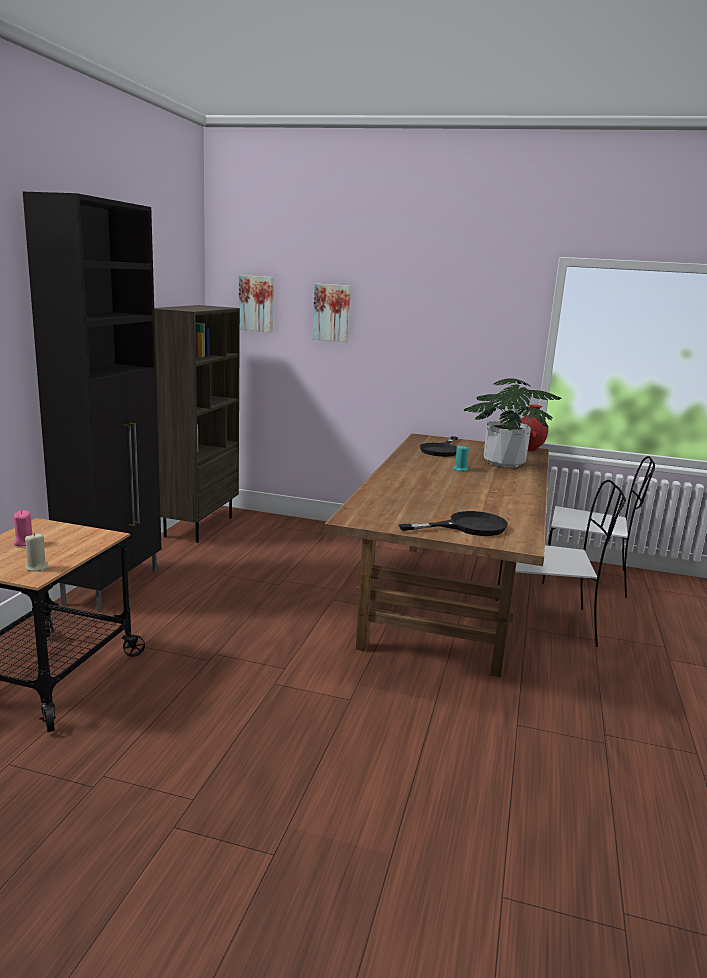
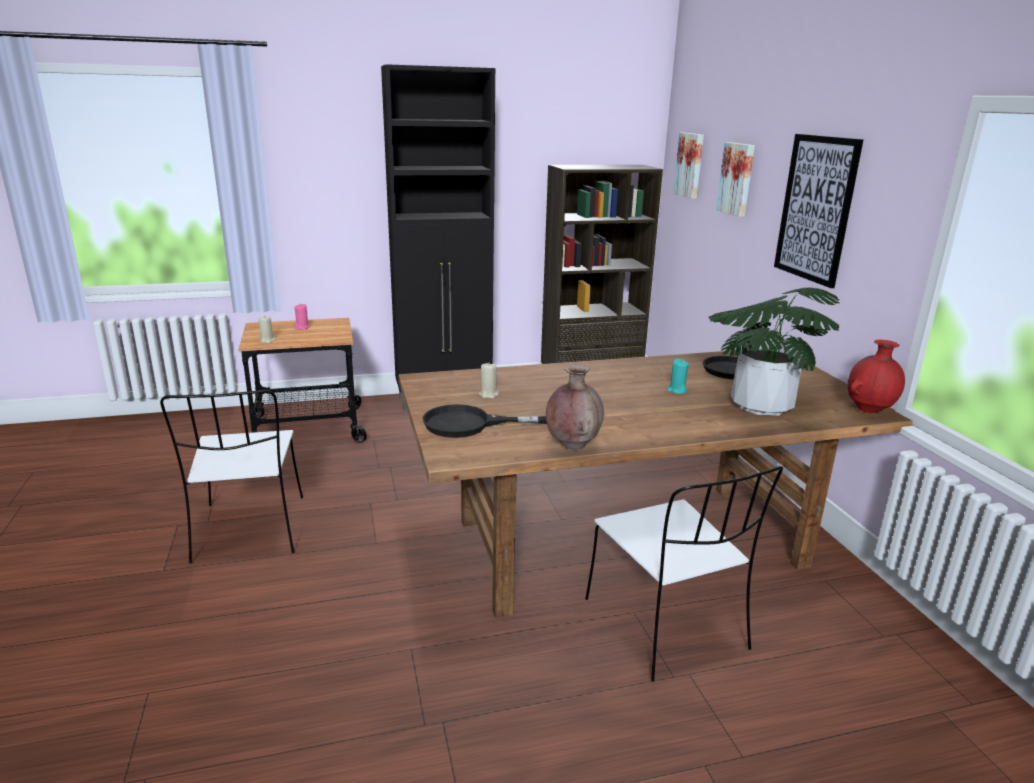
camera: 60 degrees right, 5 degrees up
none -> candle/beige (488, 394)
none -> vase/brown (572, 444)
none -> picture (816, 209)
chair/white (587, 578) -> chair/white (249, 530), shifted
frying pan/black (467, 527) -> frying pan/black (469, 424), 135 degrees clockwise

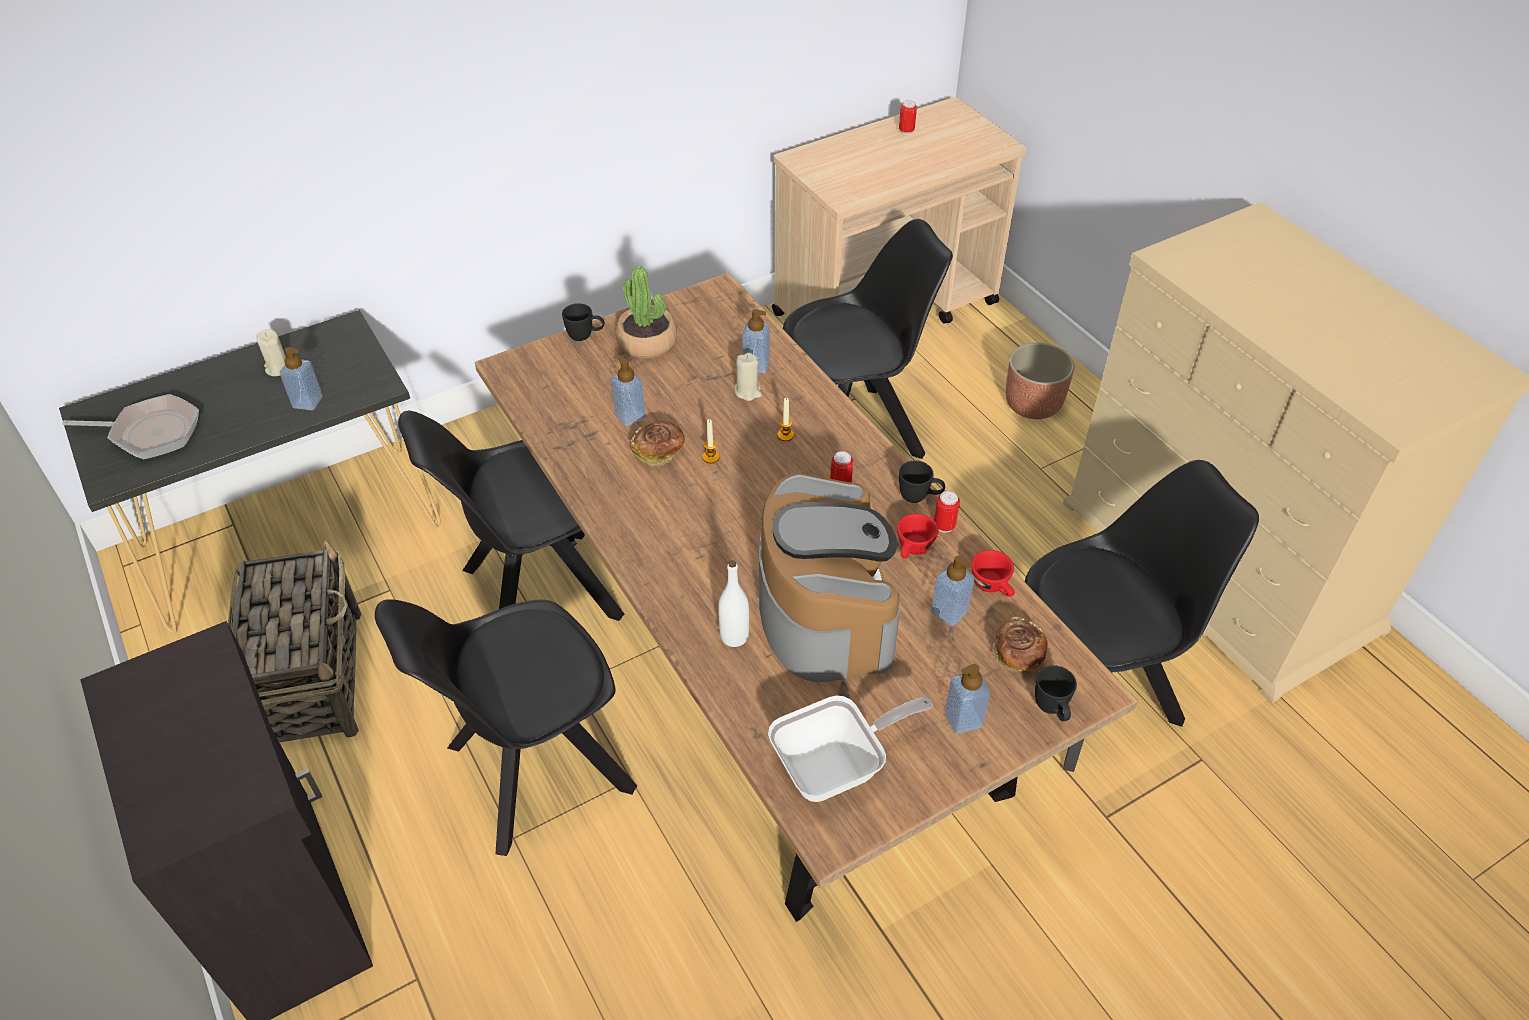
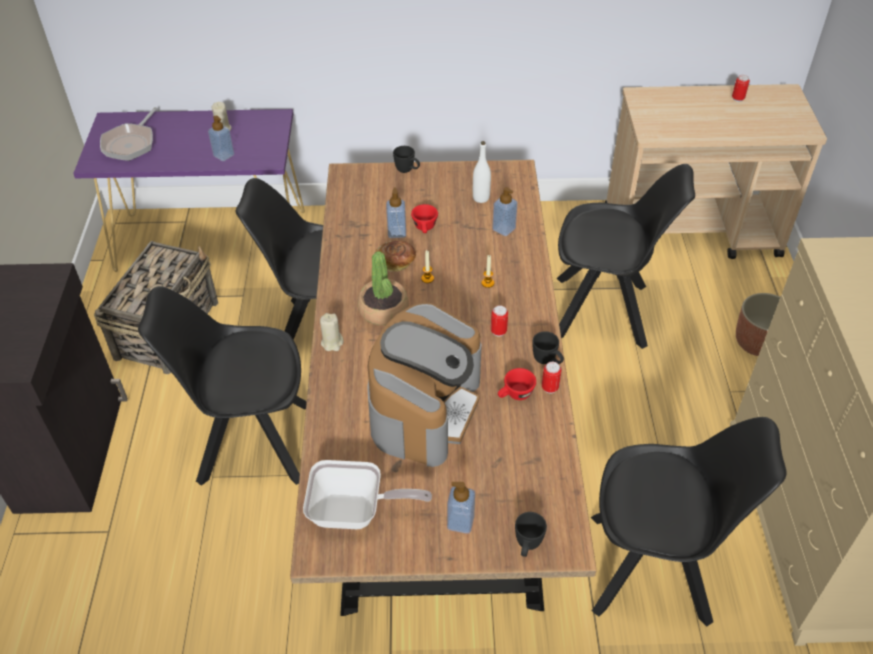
camera: 30 degrees right, 0 degrees up
soap dispenser (949, 612) -> none
bread (1017, 656) -> none
potted plant (647, 342) -> potted plant (383, 310), shifted
bottle/white (734, 636) -> bottle/white (481, 198), shifted
candle/beige (748, 391) -> candle/beige (332, 343), shifted
cup/red (993, 586) -> cup/red (425, 228), shifted
console table/black (293, 535) -> console table/purple (213, 240)
frying pan (150, 433) -> frying pan (131, 143), 75 degrees clockwise

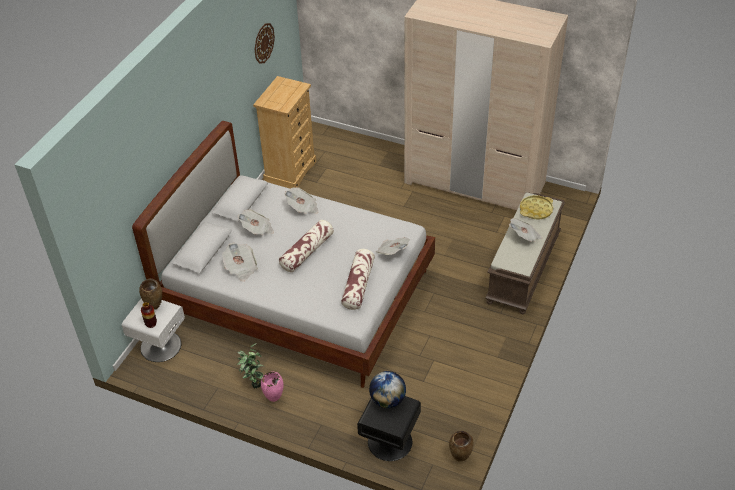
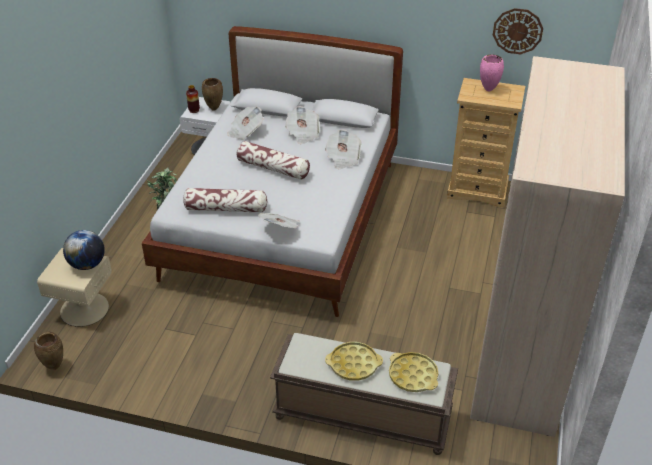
camera: 80 degrees right, 5 degrees down
vase/pink (274, 399) -> vase/pink (488, 90), shifted
newspaper (525, 237) -> tray/yellow (353, 364)
nightstand/black (389, 442) -> nightstand/beige (84, 309)

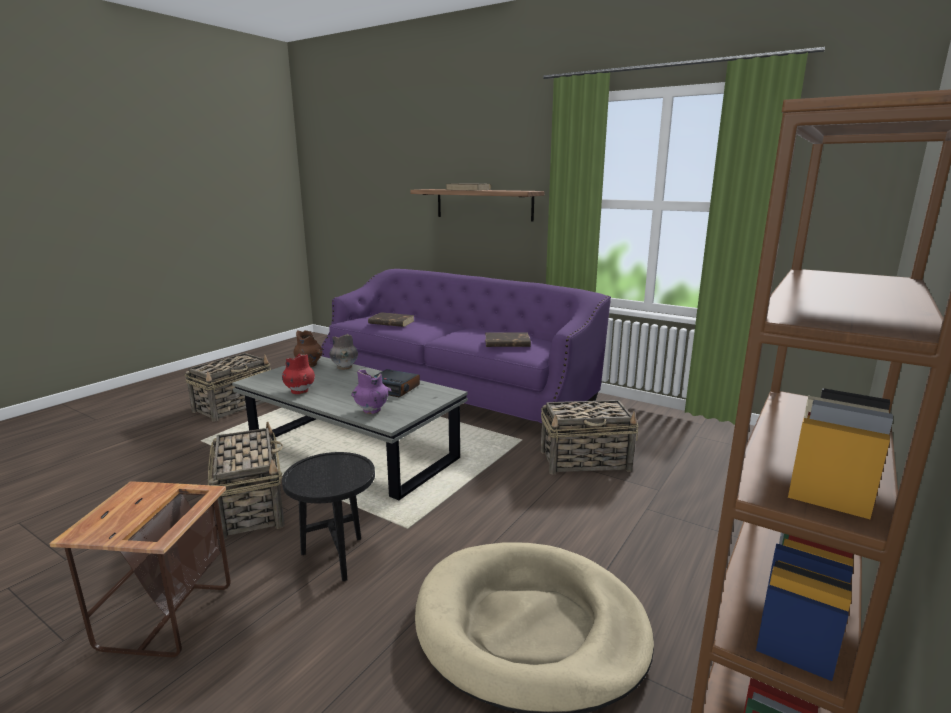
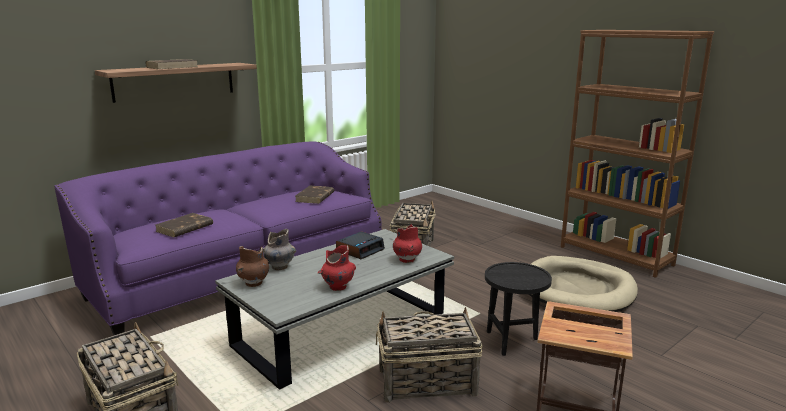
camera: 75 degrees left, 0 degrees up
vase/purple (372, 410) -> vase/red (407, 259)

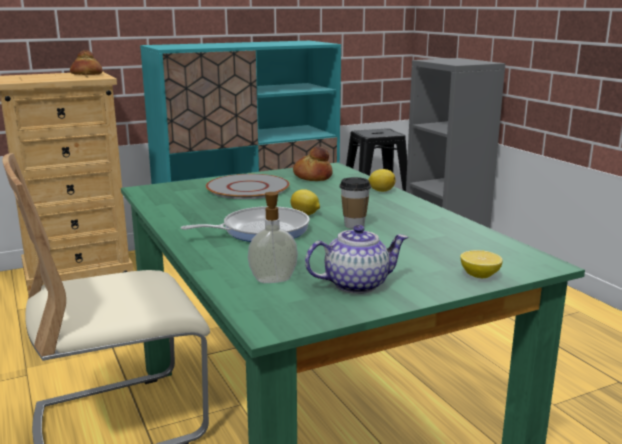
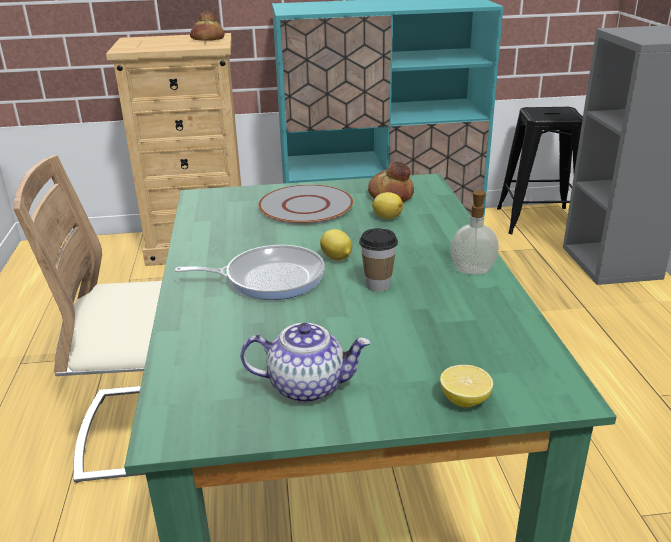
camera: 20 degrees right, 10 degrees up
soap dispenser (273, 279) -> soap dispenser (472, 270), shifted
lemon (381, 191) -> lemon (386, 217), shifted

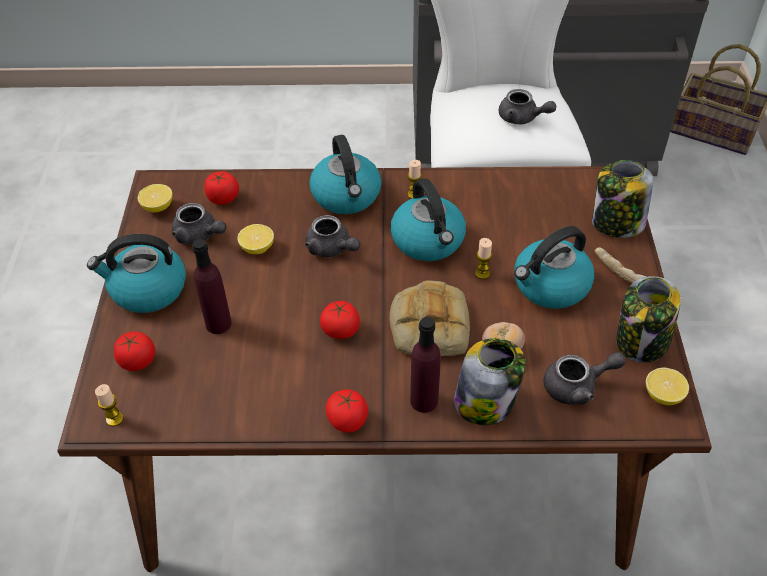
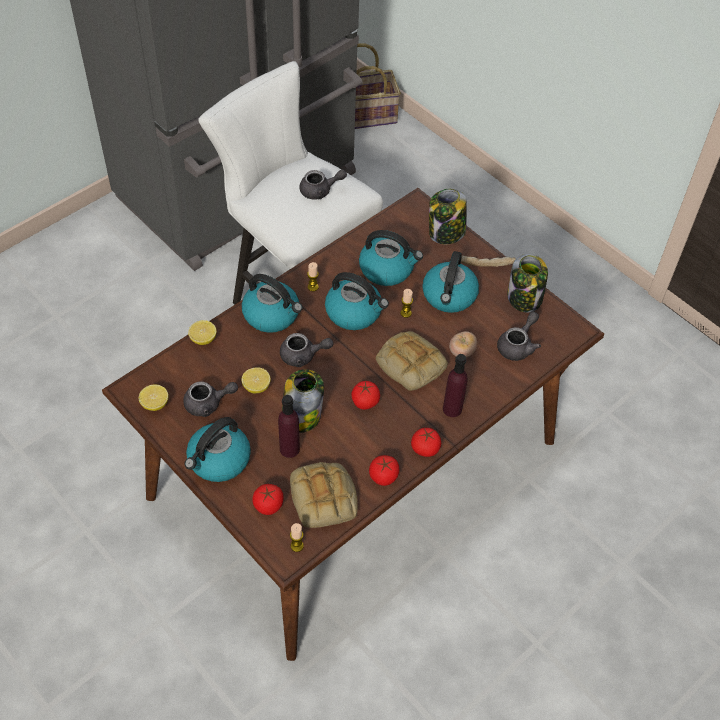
camera: 45 degrees left, 5 degrees up
none -> bread (324, 499)
none -> kettle (387, 269)
tomato (223, 198) -> tomato (383, 476), shifted
jar (485, 402) -> jar (302, 415), shifted
lemon (663, 395) -> lemon (203, 339), shifted

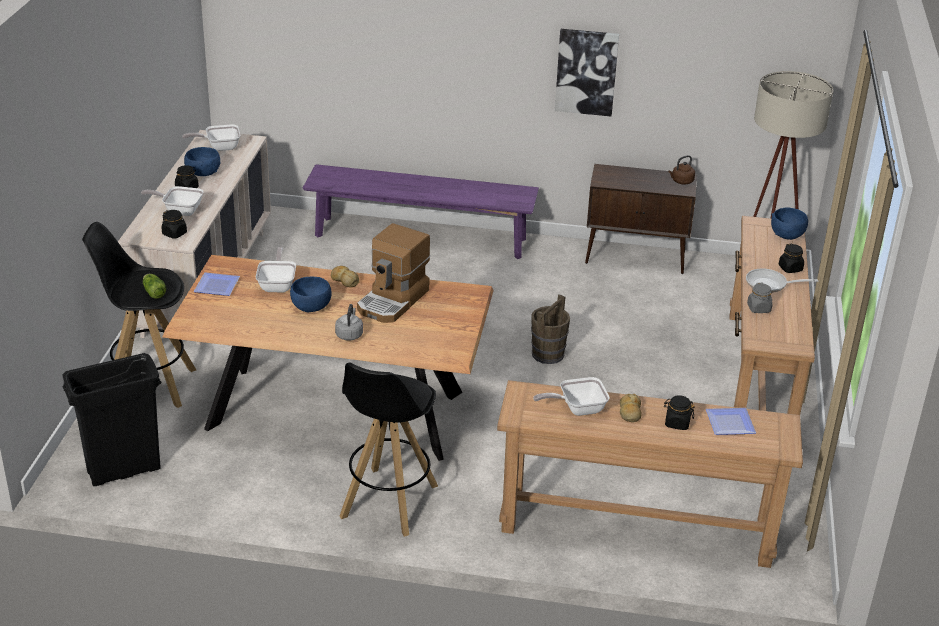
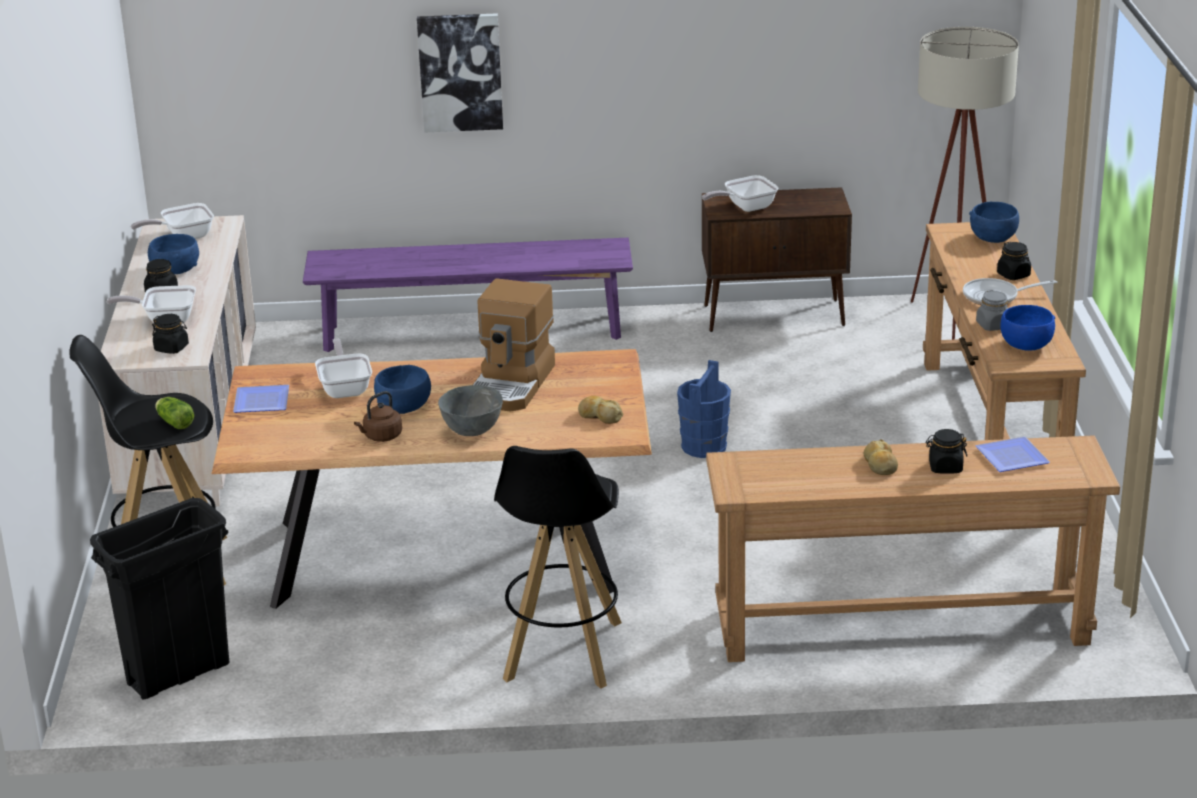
camera: 10 degrees left, 5 degrees down
none -> bowl/blue (1026, 345)
bread (344, 280) -> bread (600, 416), shifted
frying pan (577, 409) -> frying pan (745, 207), shifted
picture (586, 71) -> picture (460, 72), shifted
kettle/brown (681, 181) -> kettle/brown (381, 437), shifted
kettle/grey (349, 334) -> bowl/grey (471, 431)
bucket/brown (548, 354) -> bucket/blue (704, 446)

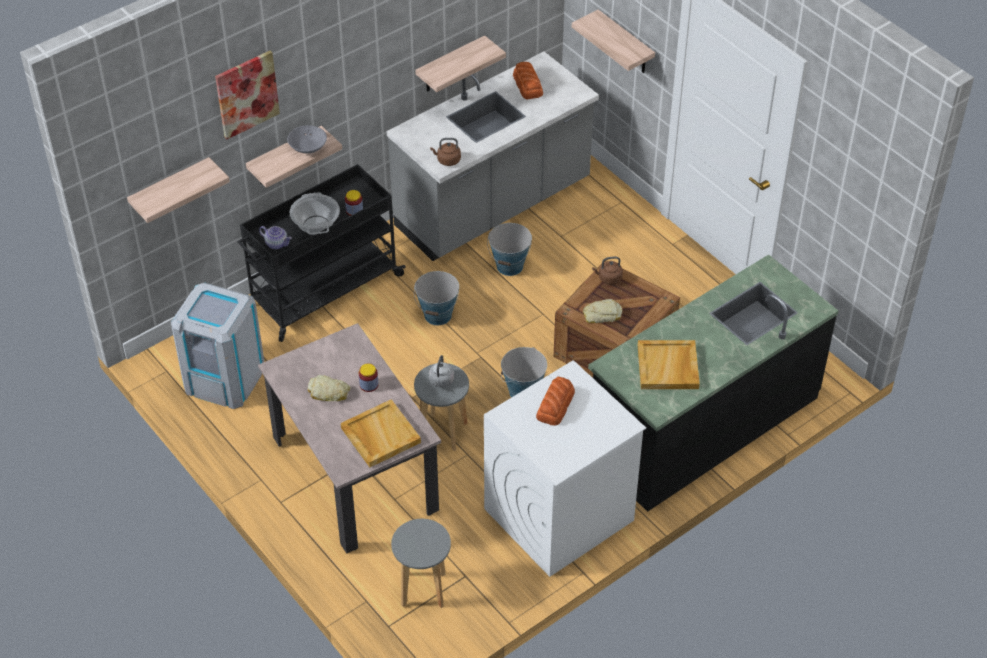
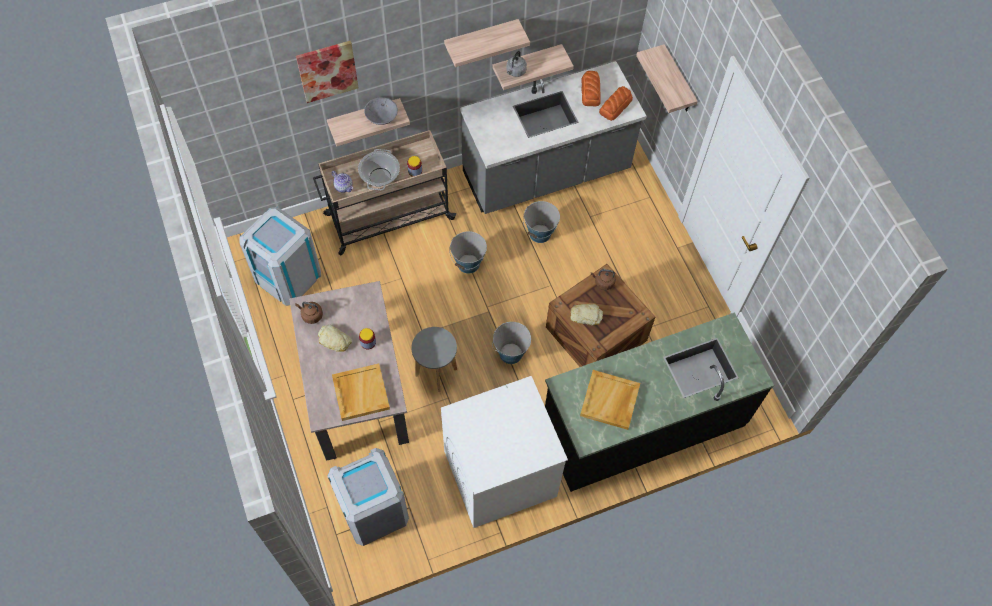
camera: 15 degrees right, 15 degrees up
shelf (170, 190) -> shelf (481, 39), shifted
kettle/grey (441, 381) -> kettle/grey (515, 71), shifted
kettle/brown (447, 160) -> kettle/brown (311, 315), shifted
bread (556, 405) -> bread (616, 106), shifted
stool/grey (423, 590) -> trash can/grey (373, 510)
cart/black (323, 291) -> cart/beige (387, 217)

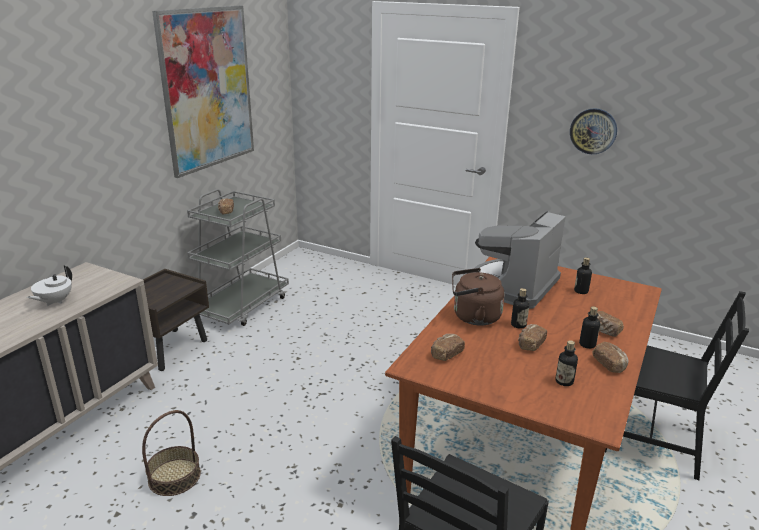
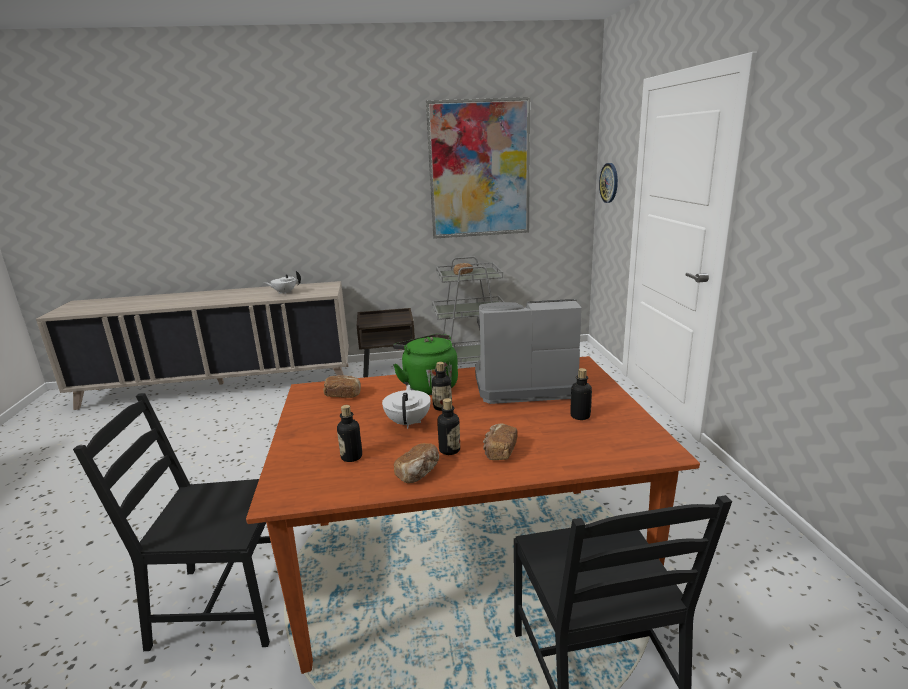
camera: 55 degrees right, 5 degrees down
basket (174, 477) -> none
wall clock (593, 131) -> wall clock (609, 183), shifted
bread (530, 344) -> teapot/white (408, 422)
kettle/brown (473, 317) -> kettle/green (428, 385)

